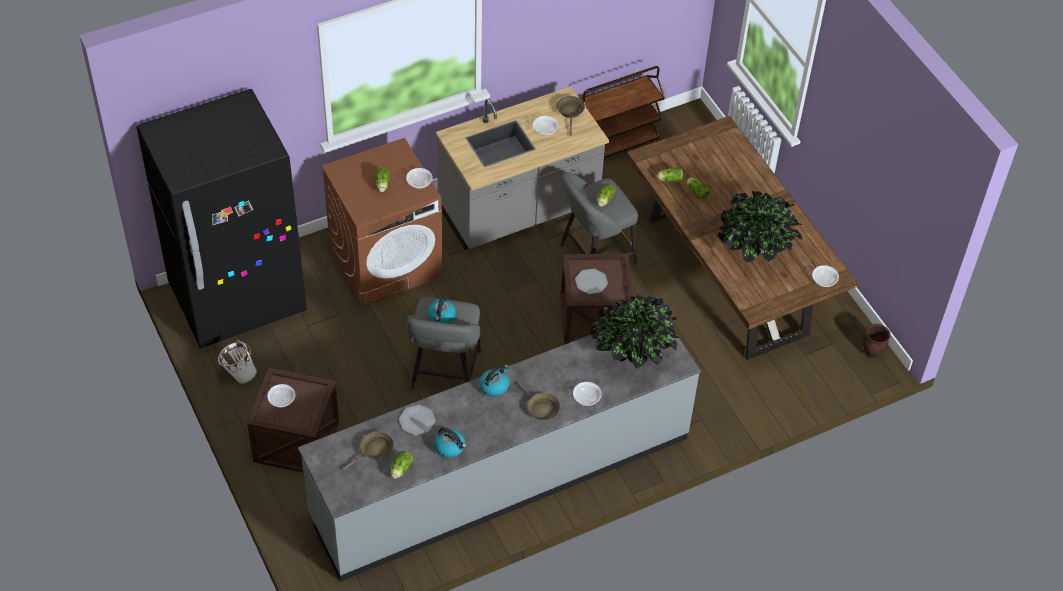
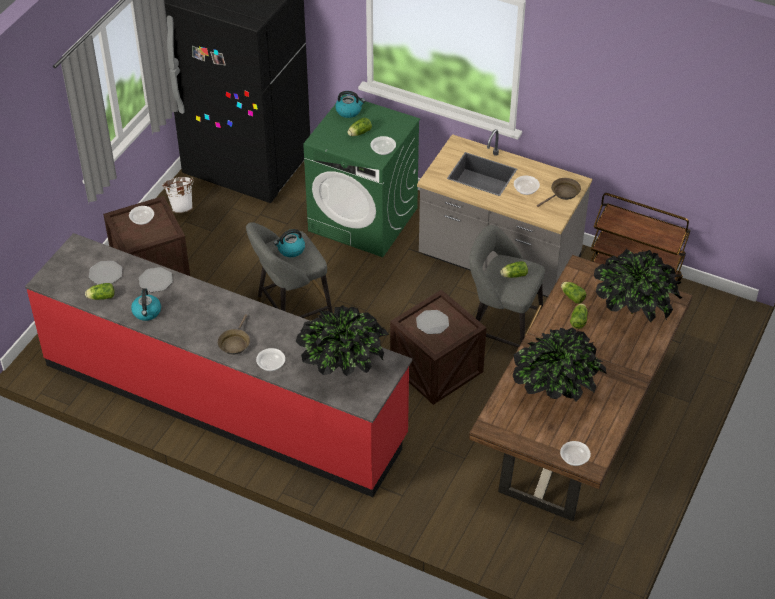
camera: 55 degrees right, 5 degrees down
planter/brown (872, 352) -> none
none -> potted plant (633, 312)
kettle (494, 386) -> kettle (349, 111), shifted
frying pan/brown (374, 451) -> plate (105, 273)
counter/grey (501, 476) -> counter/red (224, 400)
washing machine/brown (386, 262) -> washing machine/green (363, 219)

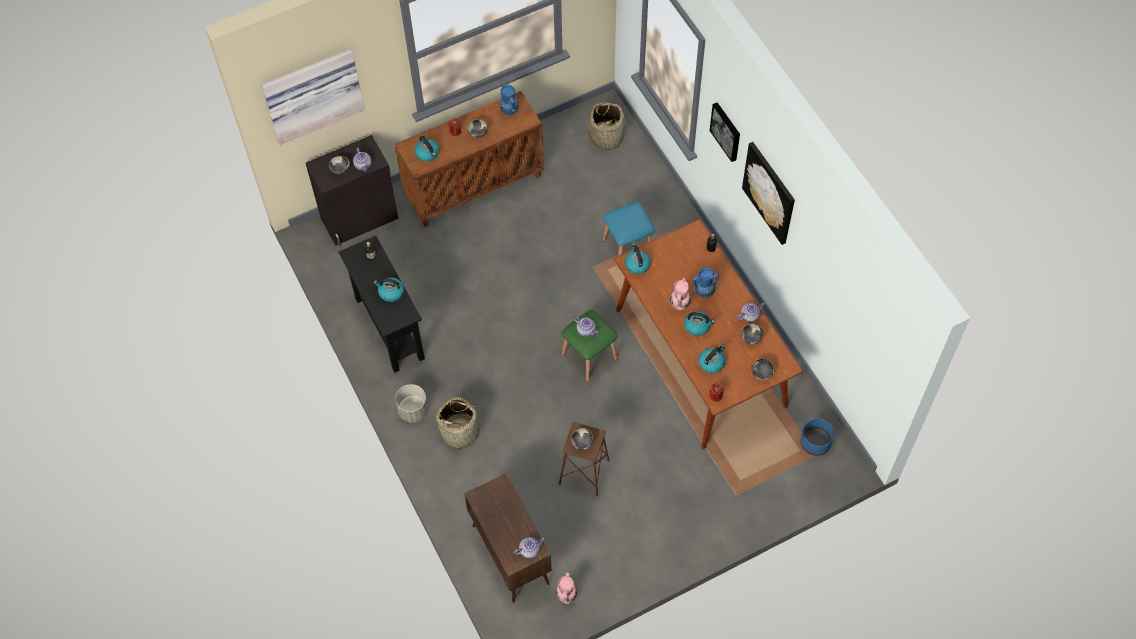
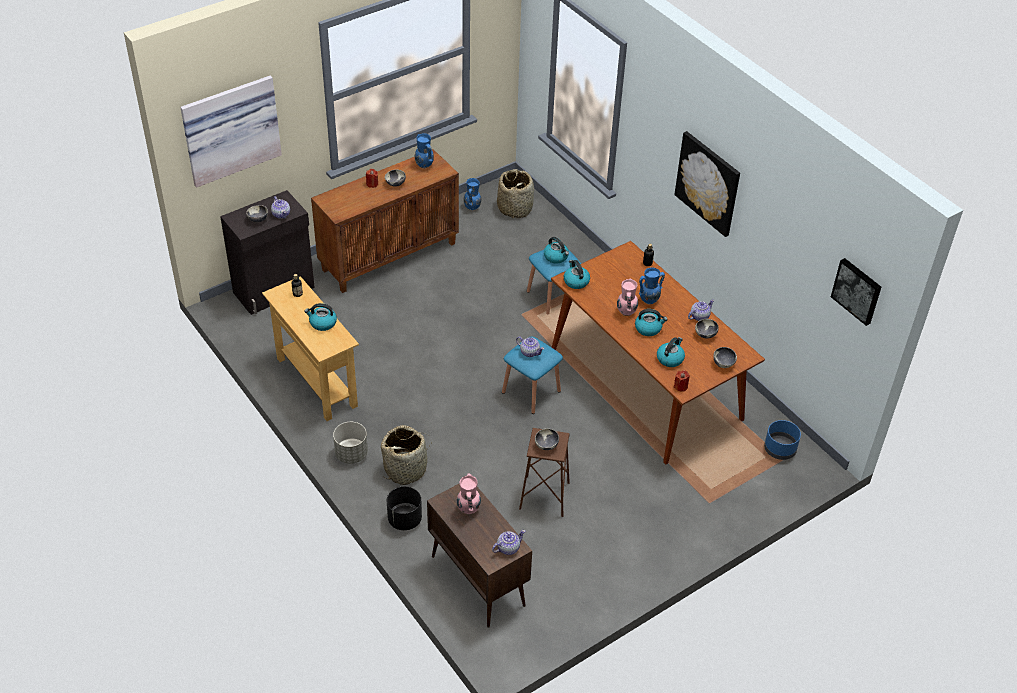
camera: 10 degrees left, 15 degrees down
none -> planter/black (404, 519)
none -> vase/blue (472, 207)
kettle (427, 153) -> kettle (556, 257), shifted
vase/pink (566, 596) -> vase/pink (468, 509), shifted
picture (726, 131) -> picture (857, 290), shifted
console table/black (389, 328) -> console table/beige (316, 382)
stool/green (589, 357) -> stool/blue (531, 392)

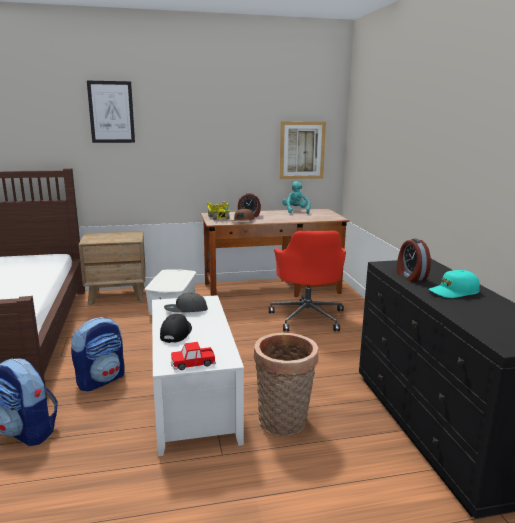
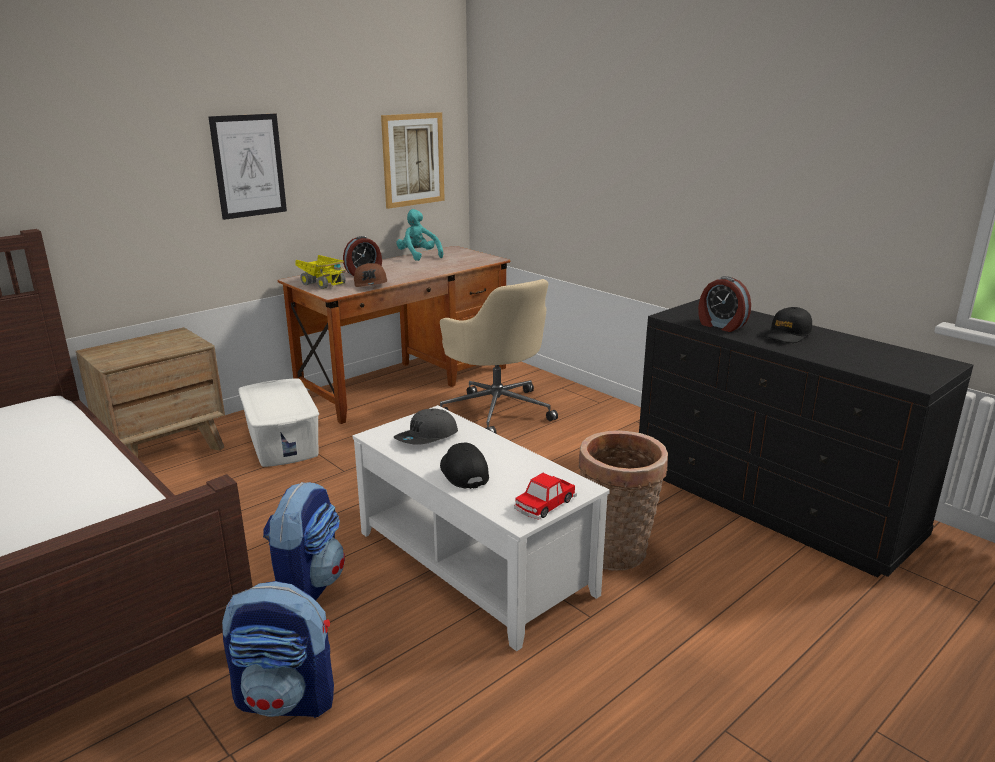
camera: 30 degrees left, 5 degrees up
picture (111, 112) -> picture (249, 166), shifted
office chair/red (307, 317) -> office chair/beige (497, 410)
cap/turquoise (453, 292) -> cap/black (787, 335)

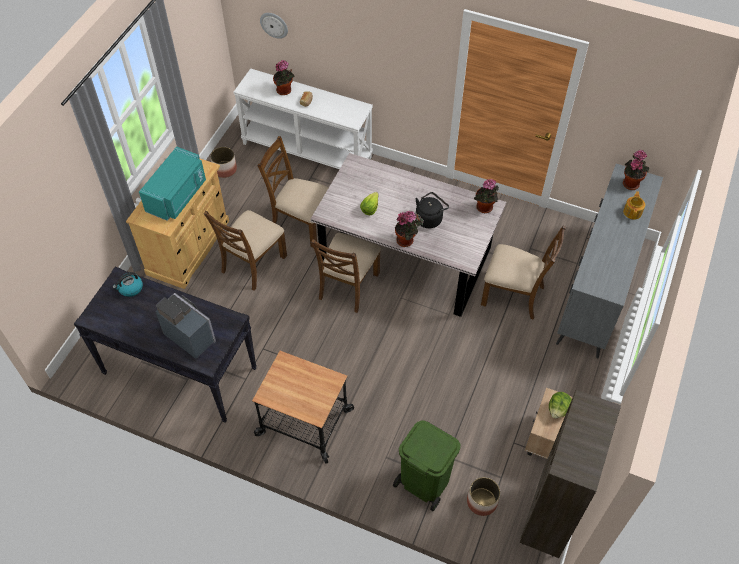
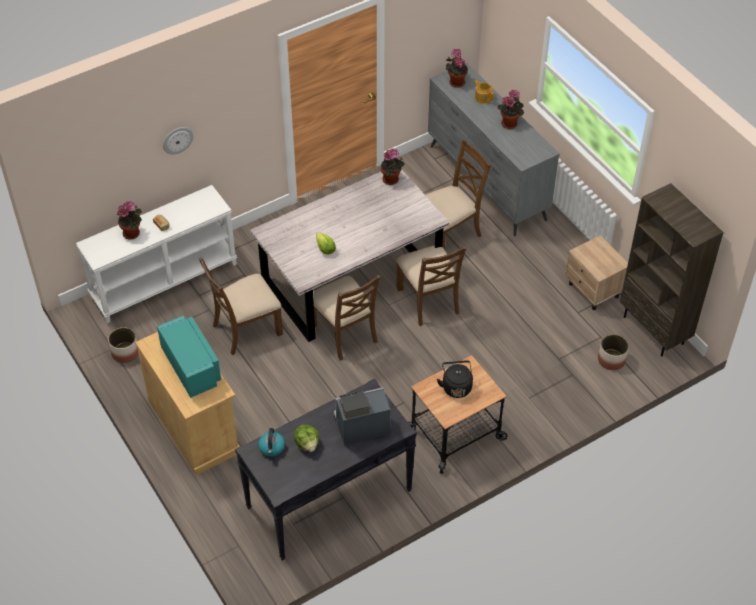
camera: 55 degrees left, 5 degrees down
trash can/green (424, 482) -> none
chair/brown (253, 264) -> chair/brown (428, 300), shifted
wall clock (274, 25) -> wall clock (177, 140), shifted
potted plant (406, 240) -> potted plant (510, 123), shifted
kettle/black (429, 218) -> kettle/black (456, 386), shifted
lettuce (558, 410) -> lettuce (307, 444), shifted

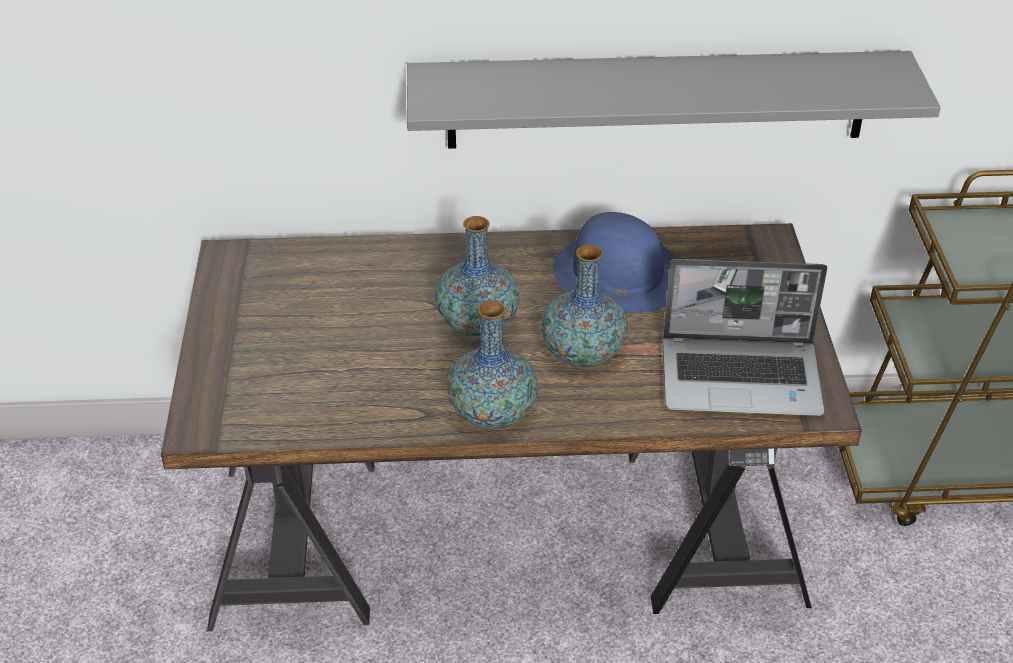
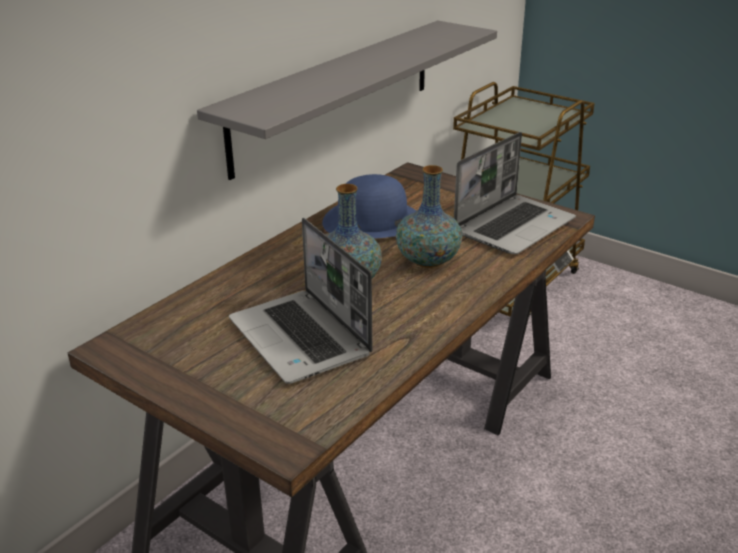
camera: 50 degrees left, 10 degrees down
vase (493, 414) -> none
none -> laptop (302, 338)

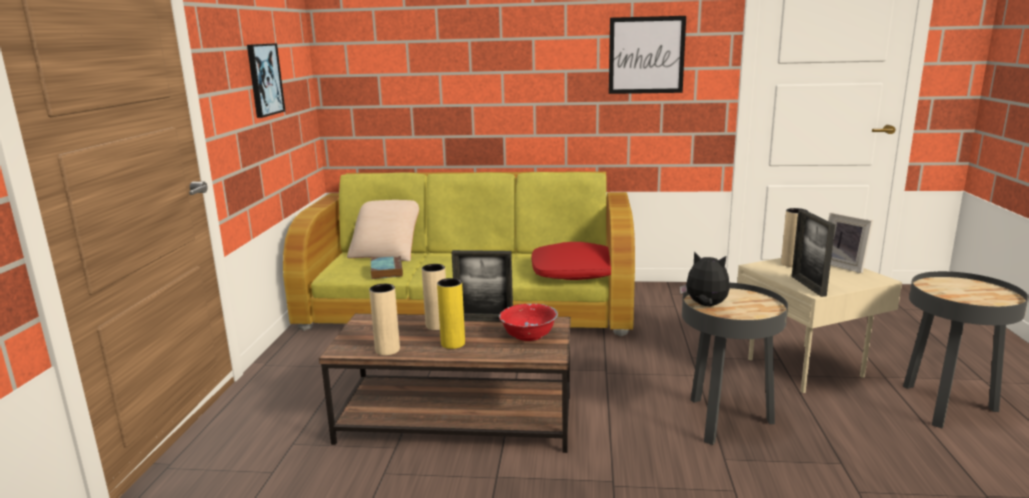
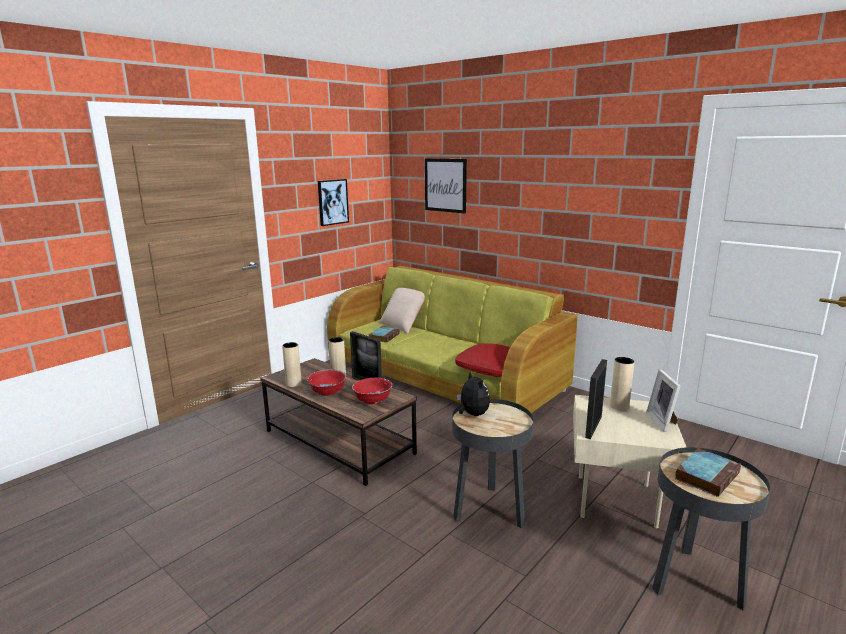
camera: 35 degrees right, 0 degrees up
none -> book (707, 475)
picture (646, 55) -> picture (445, 185), shifted
vase/yellow (453, 343) -> bowl/red (327, 391)

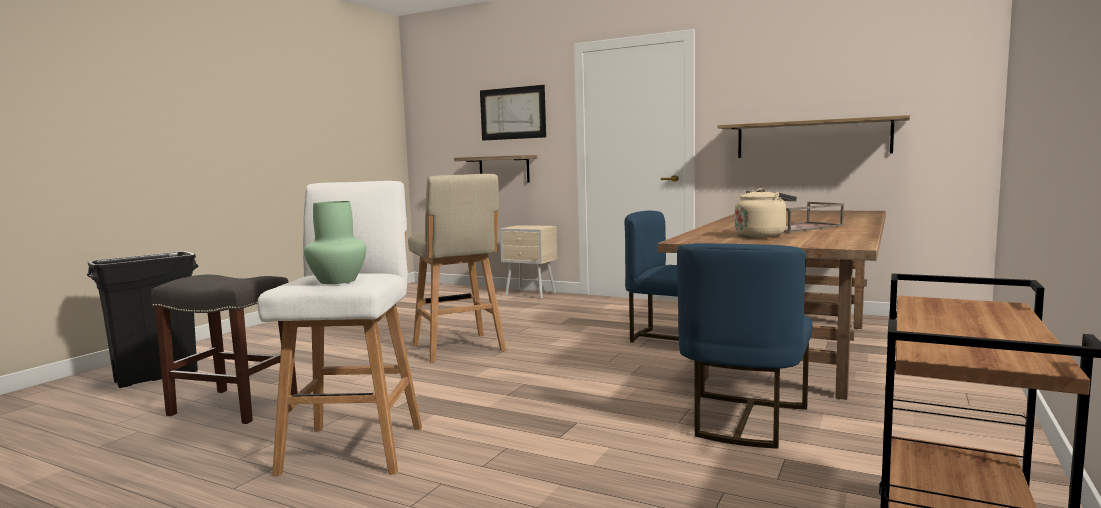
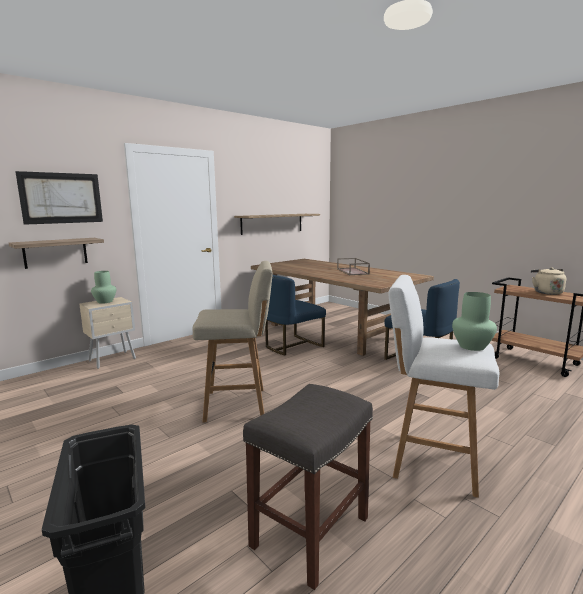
camera: 70 degrees left, 5 degrees up
none -> vase/green (105, 302)
kettle/beige (762, 236) -> kettle/beige (546, 292), shifted

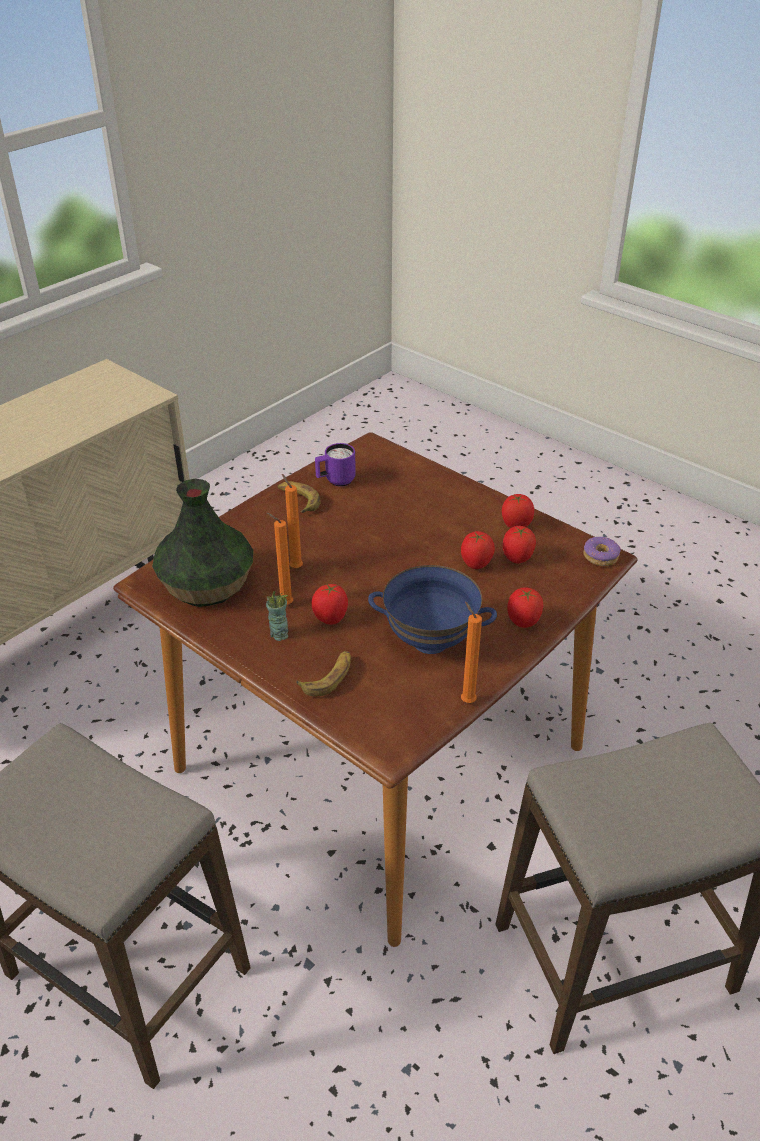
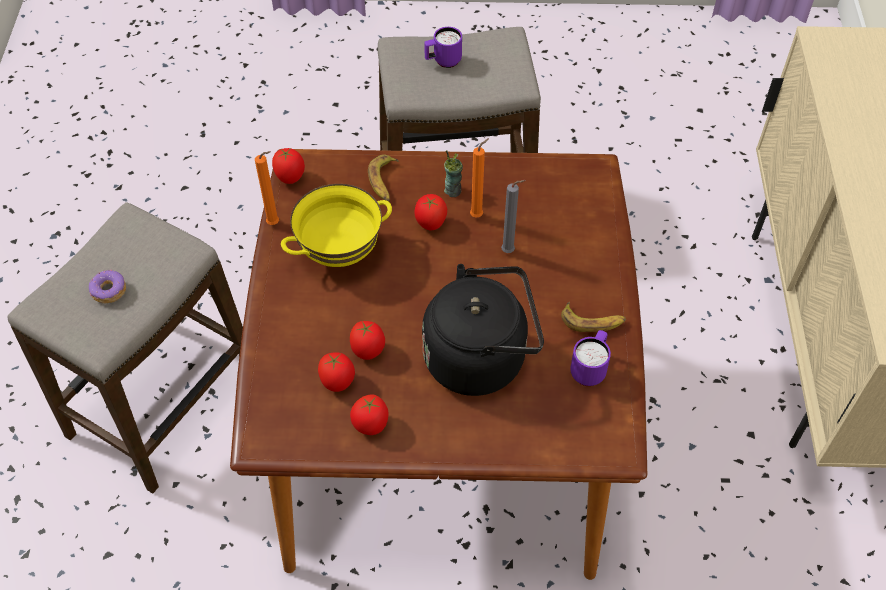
camera: 140 degrees right, 15 degrees up
vase (208, 585) -> none
none -> kettle/black (481, 357)
none -> mug/purple (443, 61)
tomato (523, 623) -> tomato (290, 178), shifted
donut (601, 556) -> donut (108, 291), shifted
candle/orange (295, 567) -> candle/grey (510, 251)
bowl/blue (429, 642) -> bowl/yellow (340, 252)

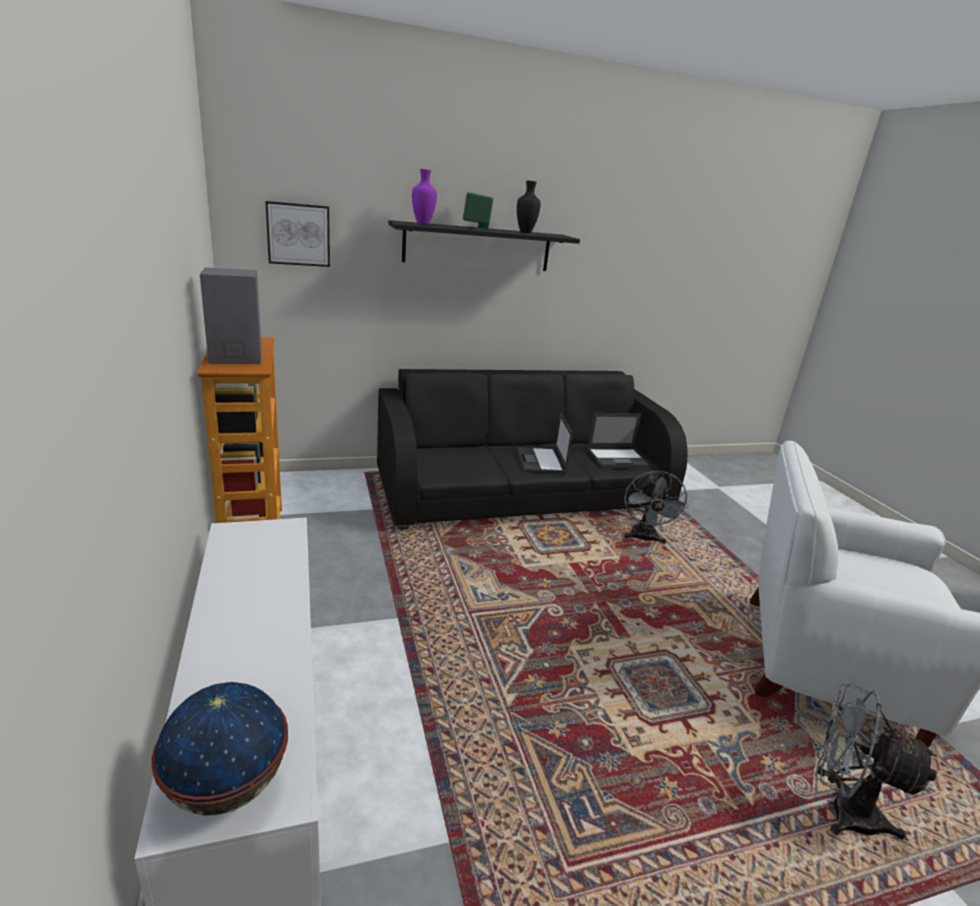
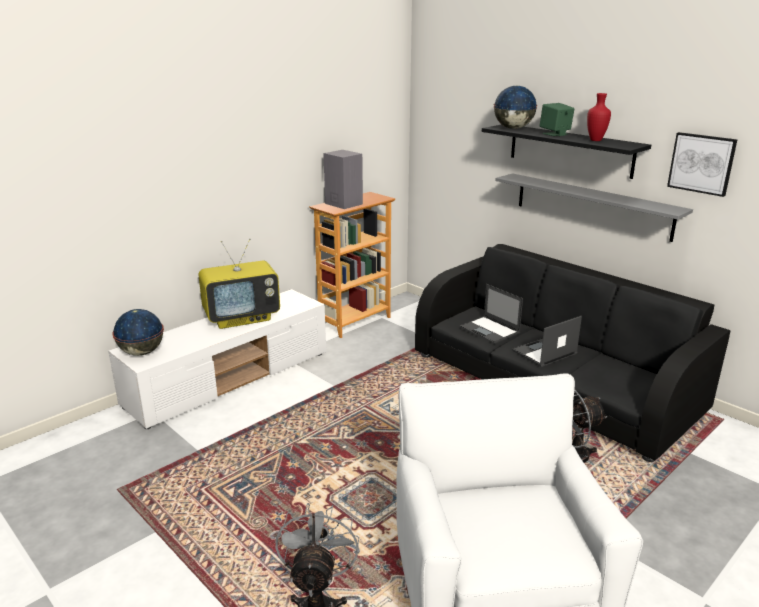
camera: 65 degrees right, 0 degrees up
none -> television (242, 318)
none -> shelf/grey (591, 206)
picture (298, 234) -> picture (701, 163), shifted
laptop (618, 458) -> laptop (490, 330), shifted
vase/purple (422, 224) -> globe (513, 128)
vase/black (525, 232) -> vase/red (595, 140)

